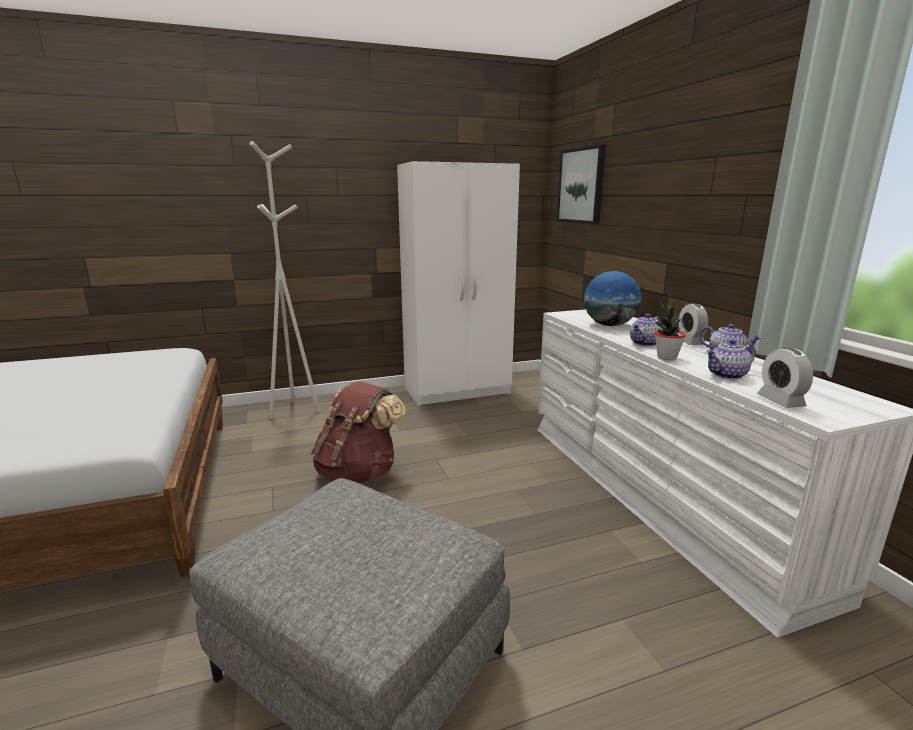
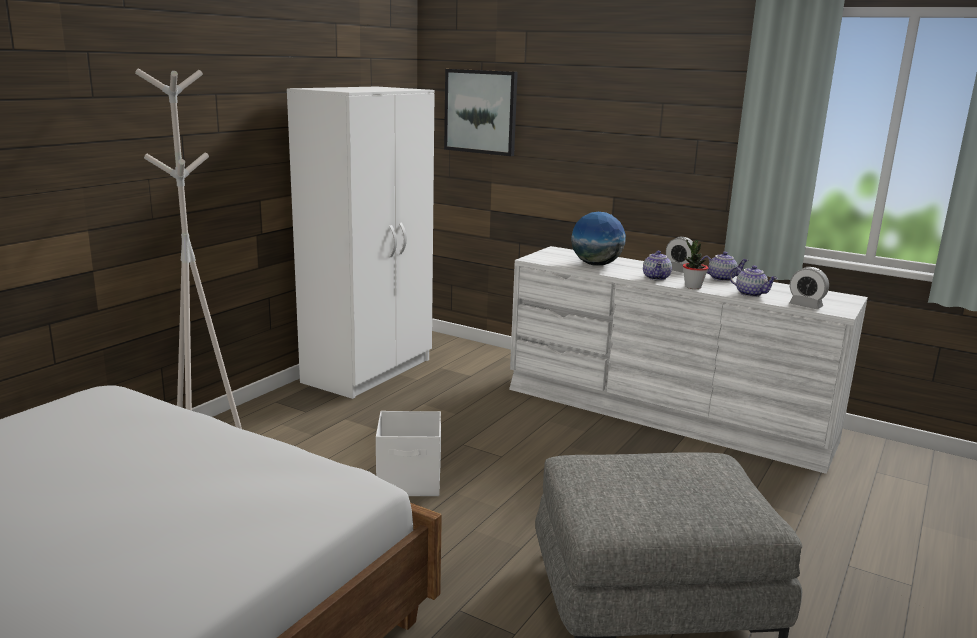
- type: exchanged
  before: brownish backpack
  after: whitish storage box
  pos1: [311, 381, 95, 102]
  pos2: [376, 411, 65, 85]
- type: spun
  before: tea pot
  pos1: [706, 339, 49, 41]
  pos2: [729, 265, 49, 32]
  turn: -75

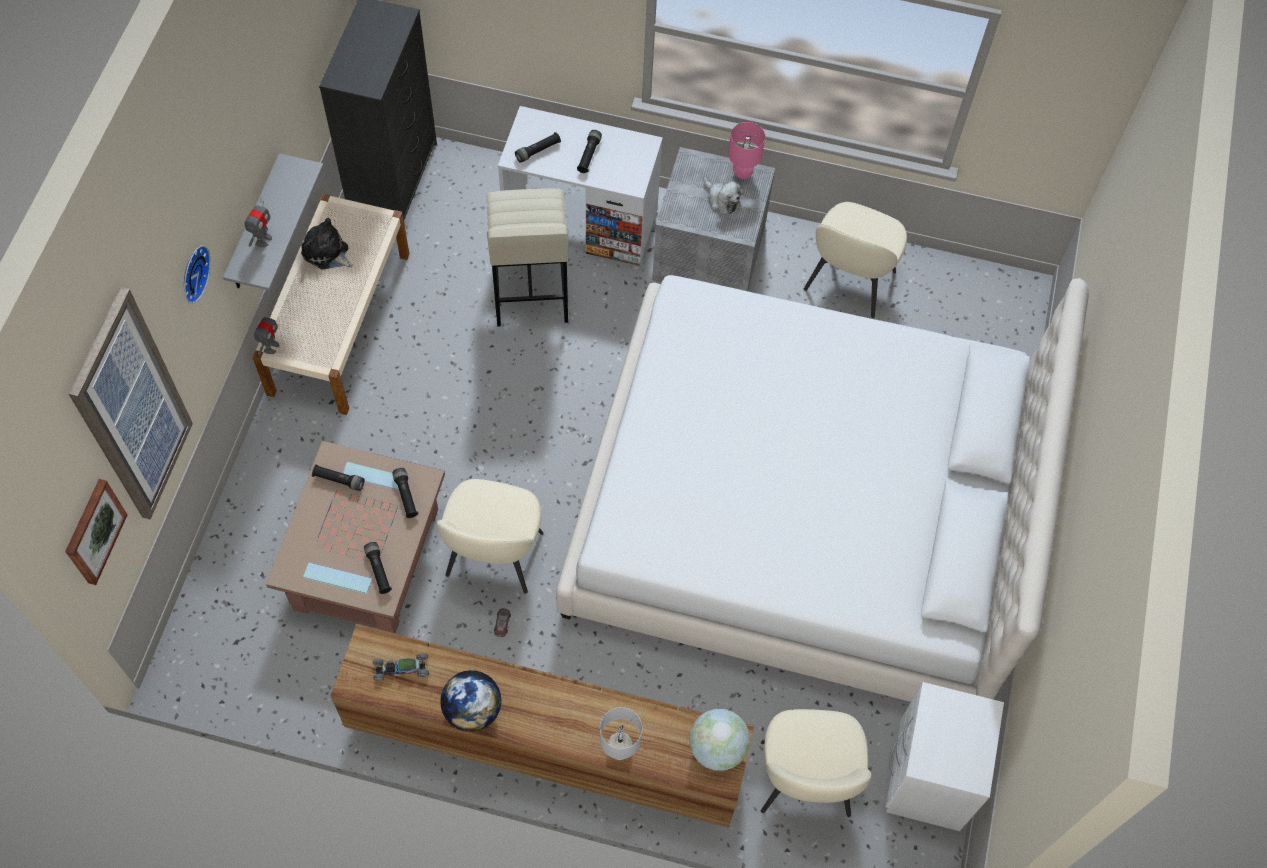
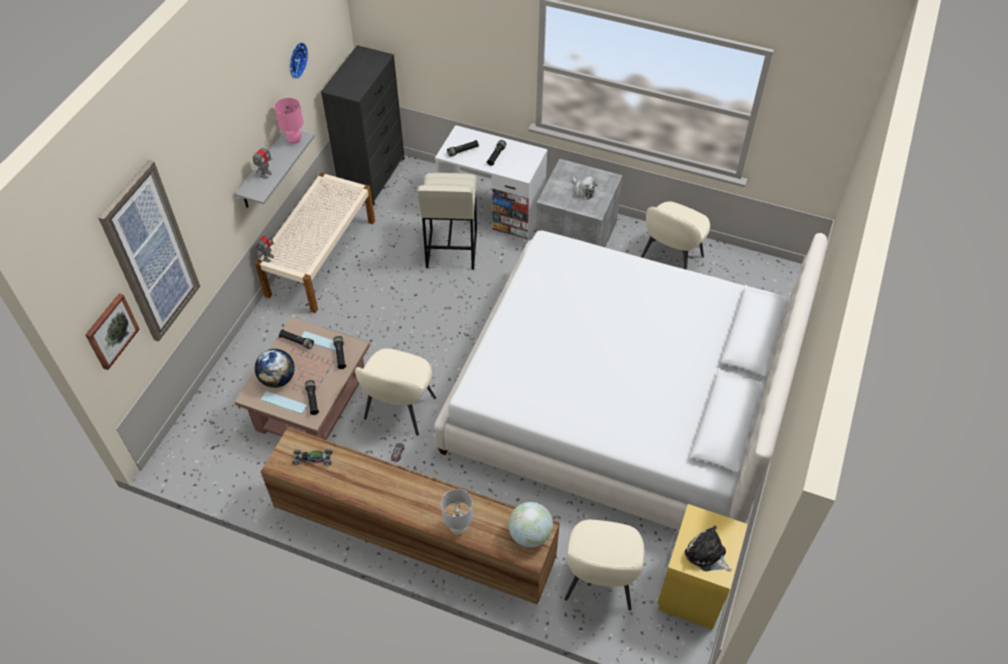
- type: relocated
  before: hanging clock
  pos1: [184, 245, 27, 59]
  pos2: [289, 42, 19, 37]
- type: relocated
  before: cuddly toy
  pos1: [301, 218, 52, 52]
  pos2: [685, 526, 47, 45]
- type: relocated
  before: globe
  pos1: [440, 670, 62, 62]
  pos2: [255, 349, 40, 39]
- type: relocated
  before: pinkish lamp for a table
  pos1: [728, 122, 37, 57]
  pos2: [274, 98, 30, 46]
- type: colour
  before: whitish nightstand
  after: yellow nightstand
  pos1: [885, 682, 119, 149]
  pos2: [657, 504, 91, 126]

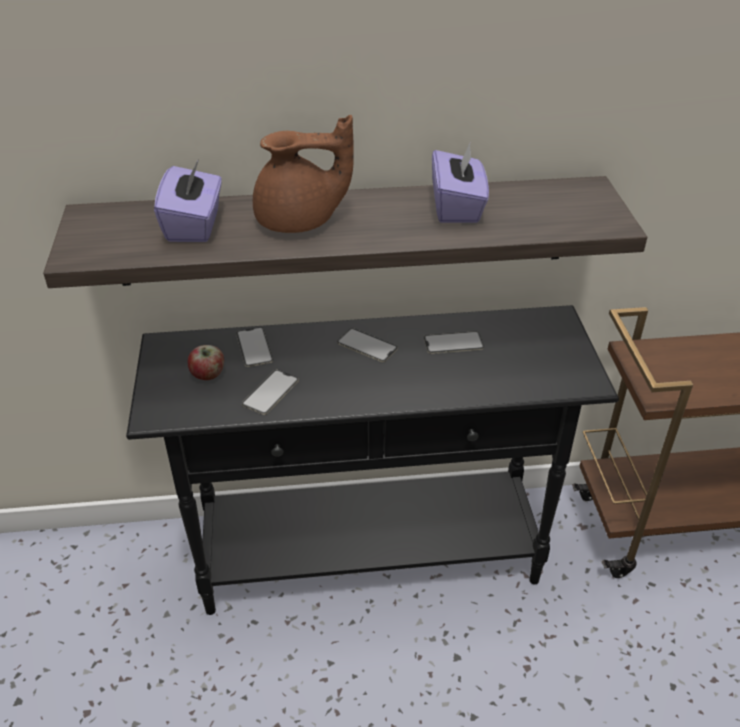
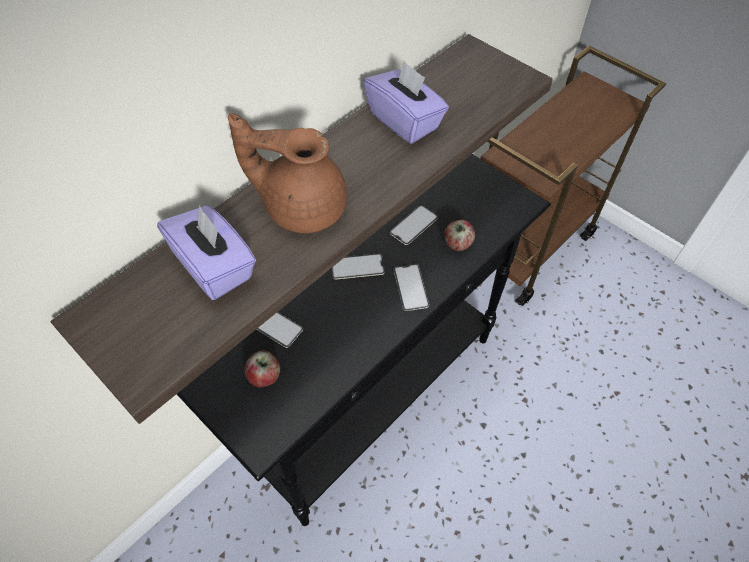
- type: relocated
  before: telephone
  pos1: [242, 370, 57, 45]
  pos2: [394, 264, 36, 47]
- type: spun
  before: brownish tea pot
  pos1: [253, 115, 101, 118]
  pos2: [228, 113, 119, 120]
  turn: -120
- type: appeared
  after: apple
  pos2: [444, 220, 31, 31]

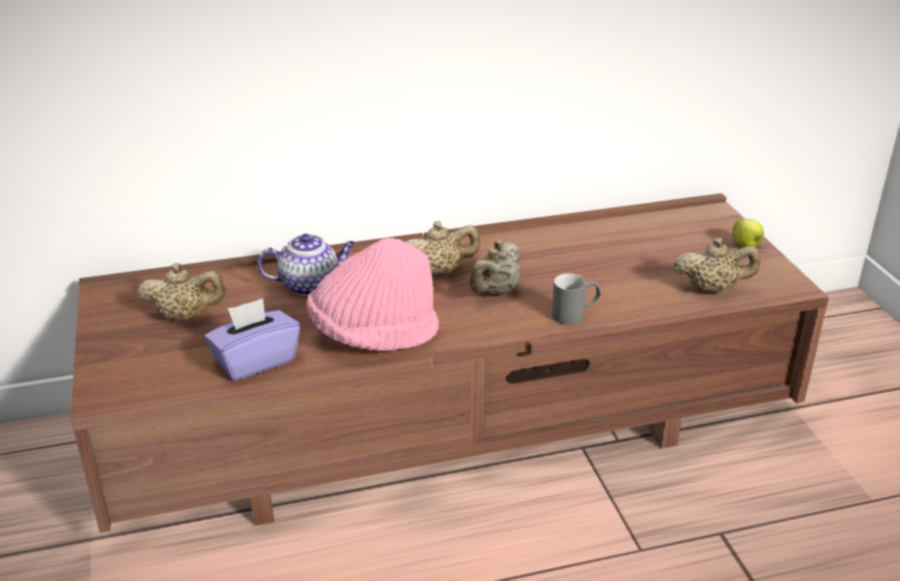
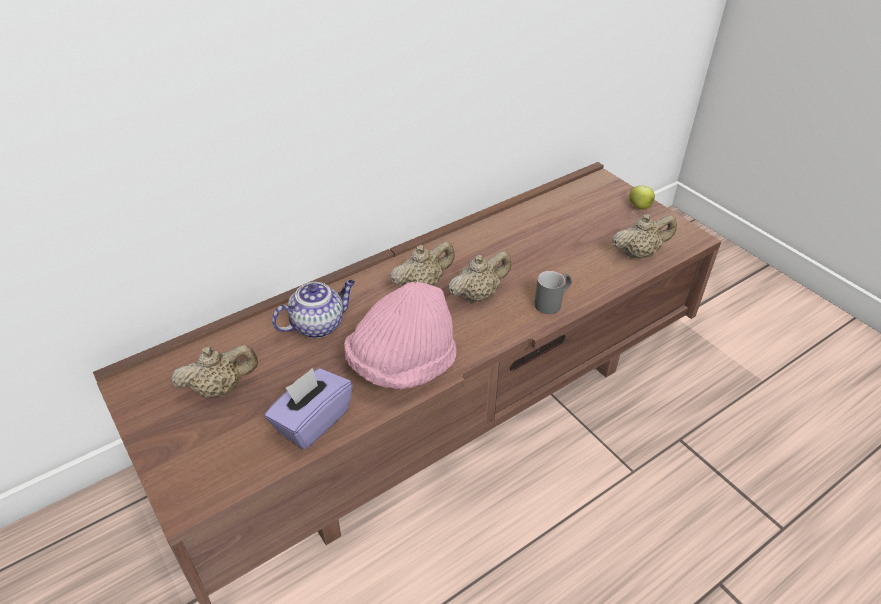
- type: spun
  before: beige-coloured tea pot
  pos1: [470, 240, 50, 56]
  pos2: [448, 251, 63, 52]
  turn: -135

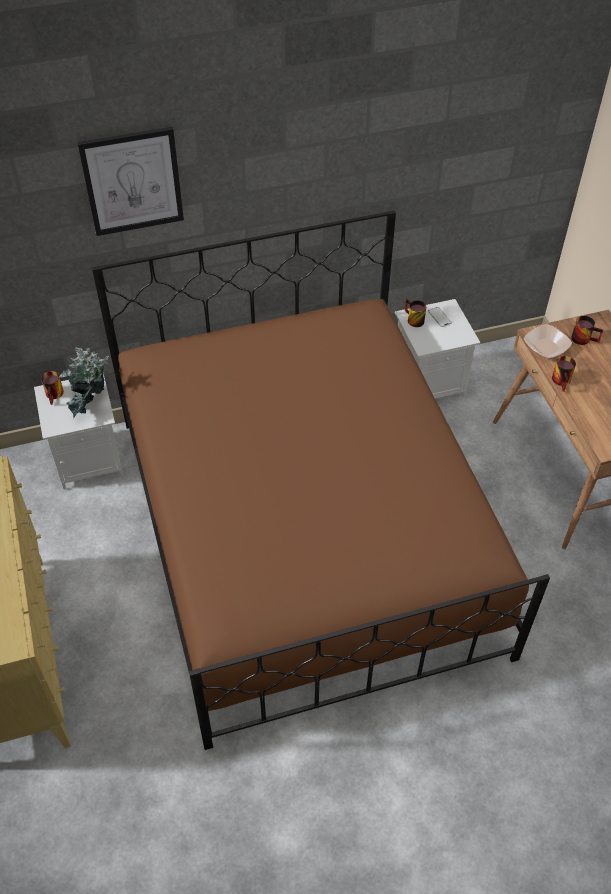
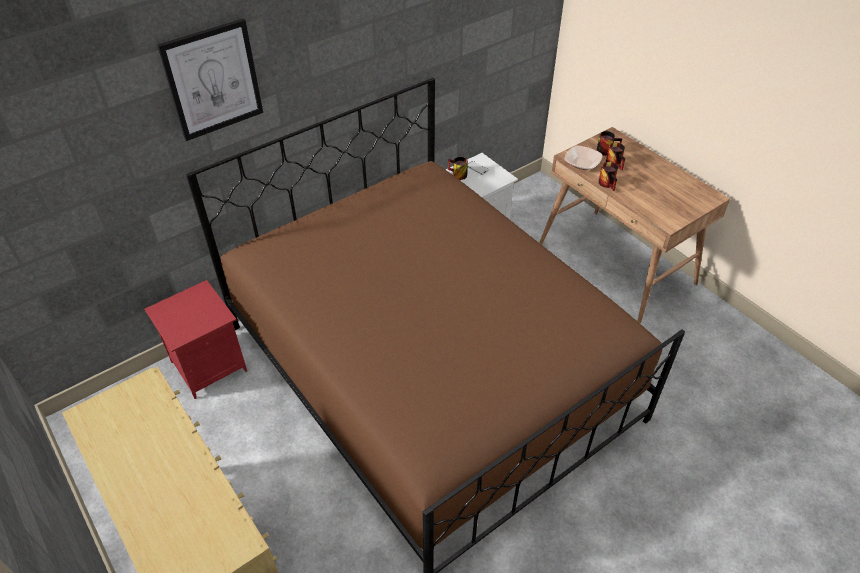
- type: colour
  before: gray nightstand
  after: reddish nightstand
  pos1: [34, 373, 89, 116]
  pos2: [144, 280, 103, 119]
- type: relocated
  before: mug
  pos1: [41, 371, 23, 34]
  pos2: [606, 143, 19, 27]
- type: missing
  before: houseplant
  pos1: [59, 348, 50, 69]

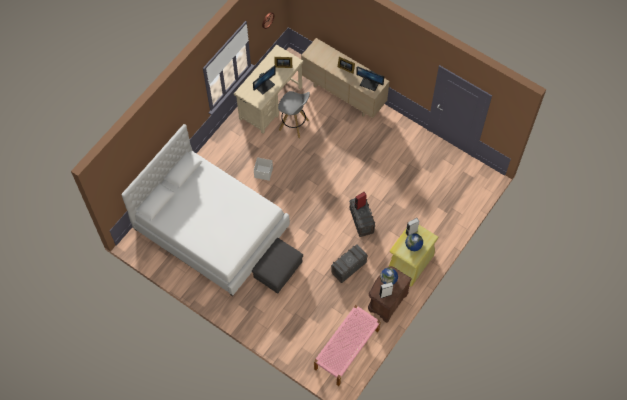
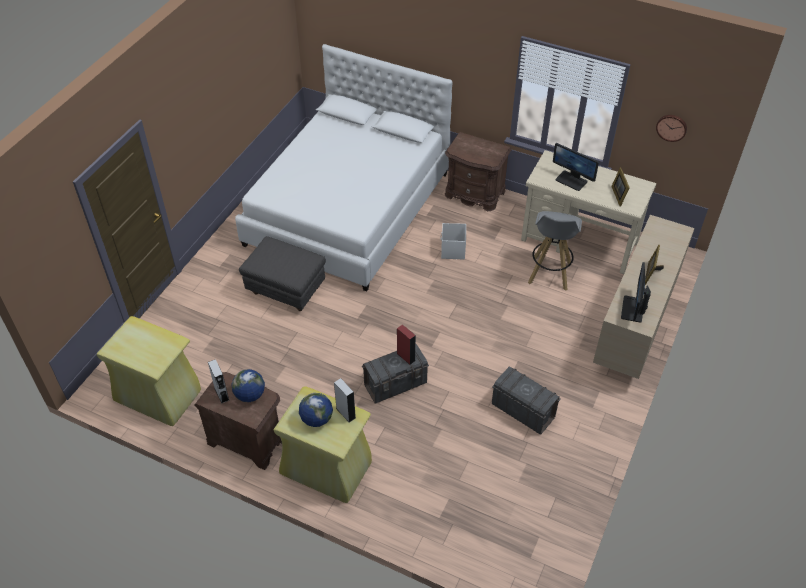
- type: exchanged
  before: pinkish indoor bench
  after: yellow nightstand
  pos1: [314, 305, 67, 81]
  pos2: [97, 316, 104, 110]
- type: relocated
  before: gray storage box
  pos1: [331, 244, 37, 39]
  pos2: [492, 367, 69, 68]
- type: appeared
  after: brownish nightstand
  pos2: [445, 132, 66, 79]

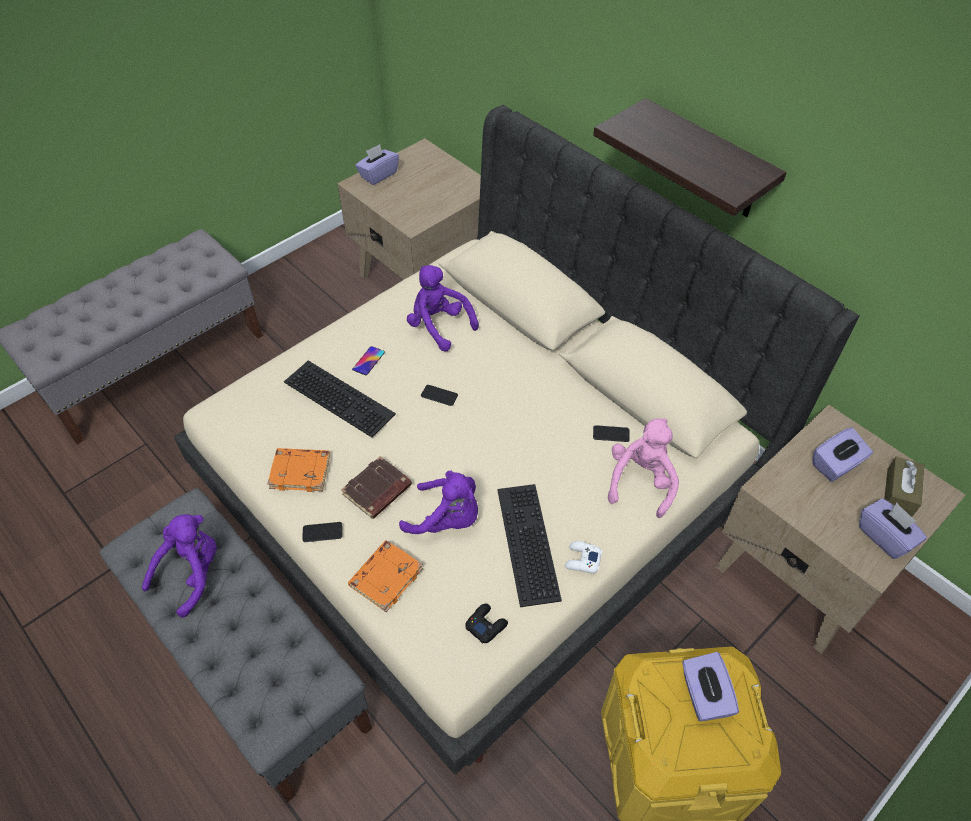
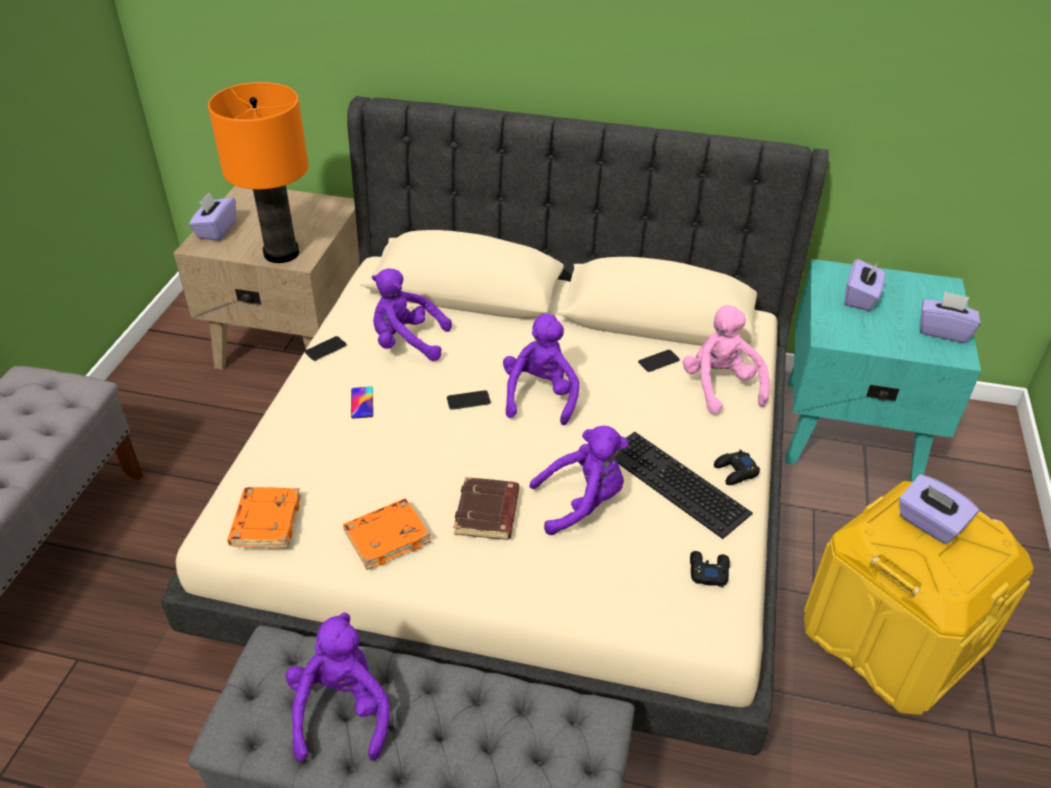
- type: missing
  before: PC keyboard
  pos1: [284, 361, 112, 76]
- type: relocated
  before: telephone
  pos1: [303, 522, 40, 20]
  pos2: [305, 336, 42, 25]
- type: relocated
  before: orange volume
  pos1: [348, 540, 75, 72]
  pos2: [227, 487, 74, 61]
- type: colour
  before: whitish joypad
  after: blackish joypad
  pos1: [565, 541, 37, 32]
  pos2: [714, 450, 46, 35]
- type: missing
  before: bracket shelf
  pos1: [593, 98, 194, 119]
- type: colour
  before: beige-coloured nightstand
  after: blue-green nightstand
  pos1: [716, 404, 250, 250]
  pos2: [785, 259, 196, 222]
- type: missing
  before: brownish tissue box
  pos1: [884, 456, 40, 61]
- type: appeared
  after: orange lamp for a table
  pos2: [208, 82, 101, 181]
- type: appeared
  after: purplish cuddly toy
  pos2: [503, 314, 76, 111]

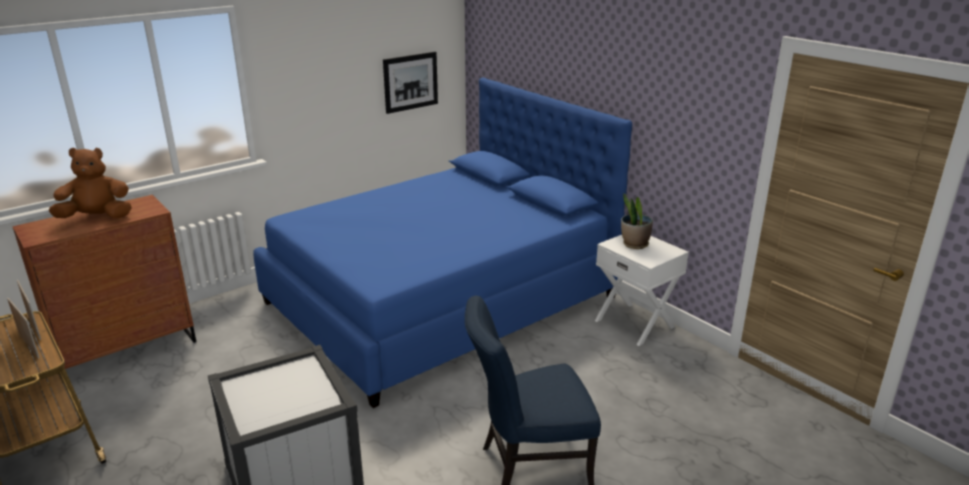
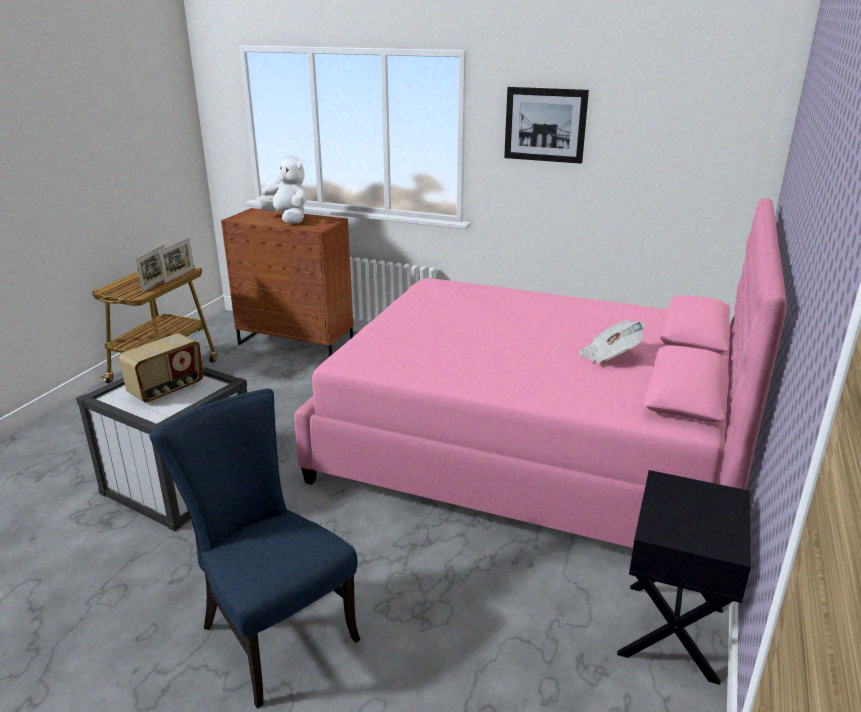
- type: colour
  before: brownish cuddly toy
  after: whitish cuddly toy
  pos1: [49, 148, 83, 70]
  pos2: [257, 156, 50, 67]
- type: colour
  before: bluish bed
  after: pinkish bed
  pos1: [253, 77, 379, 331]
  pos2: [294, 198, 493, 350]
- type: relocated
  before: wall art
  pos1: [383, 52, 55, 62]
  pos2: [504, 87, 85, 77]
- type: colour
  before: whitish nightstand
  after: blackish nightstand
  pos1: [595, 235, 94, 111]
  pos2: [617, 470, 134, 215]
- type: missing
  before: houseplant
  pos1: [621, 194, 32, 55]
- type: appeared
  after: radio set
  pos2: [119, 333, 85, 70]
- type: appeared
  after: printed paper
  pos2: [578, 320, 68, 44]

